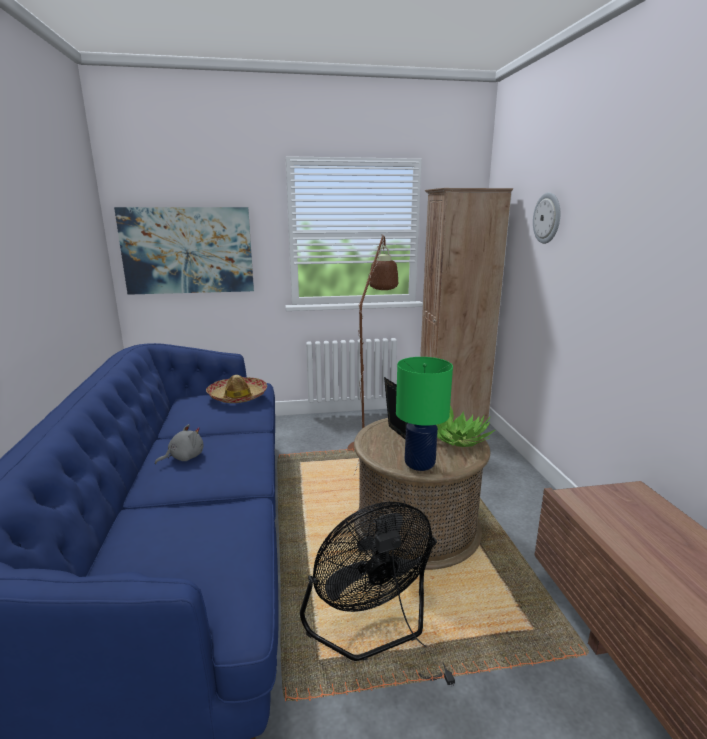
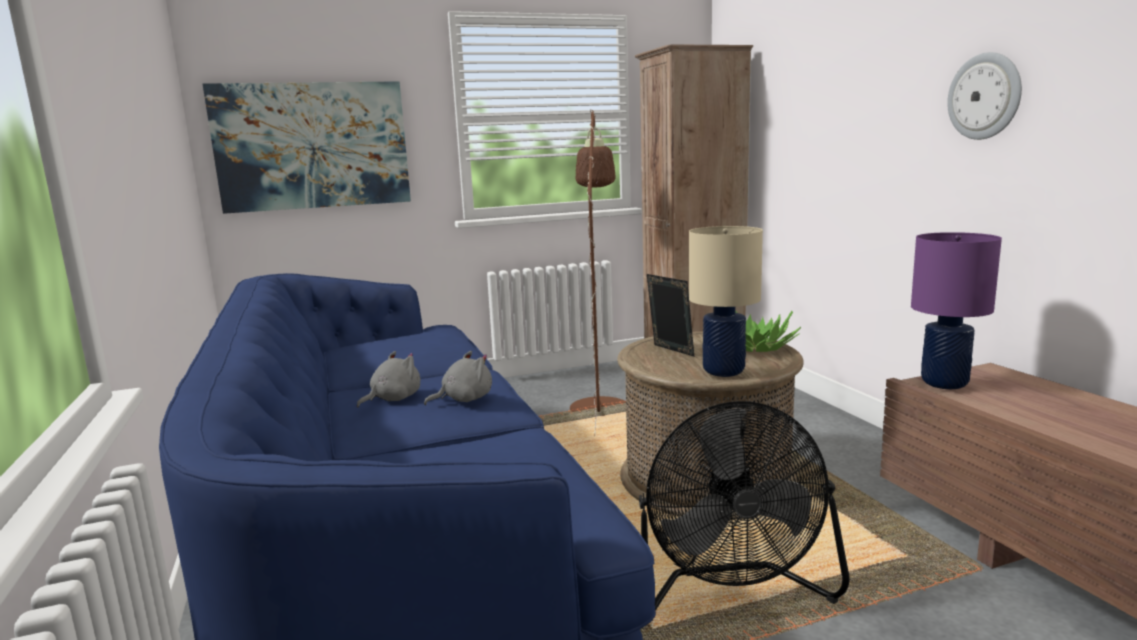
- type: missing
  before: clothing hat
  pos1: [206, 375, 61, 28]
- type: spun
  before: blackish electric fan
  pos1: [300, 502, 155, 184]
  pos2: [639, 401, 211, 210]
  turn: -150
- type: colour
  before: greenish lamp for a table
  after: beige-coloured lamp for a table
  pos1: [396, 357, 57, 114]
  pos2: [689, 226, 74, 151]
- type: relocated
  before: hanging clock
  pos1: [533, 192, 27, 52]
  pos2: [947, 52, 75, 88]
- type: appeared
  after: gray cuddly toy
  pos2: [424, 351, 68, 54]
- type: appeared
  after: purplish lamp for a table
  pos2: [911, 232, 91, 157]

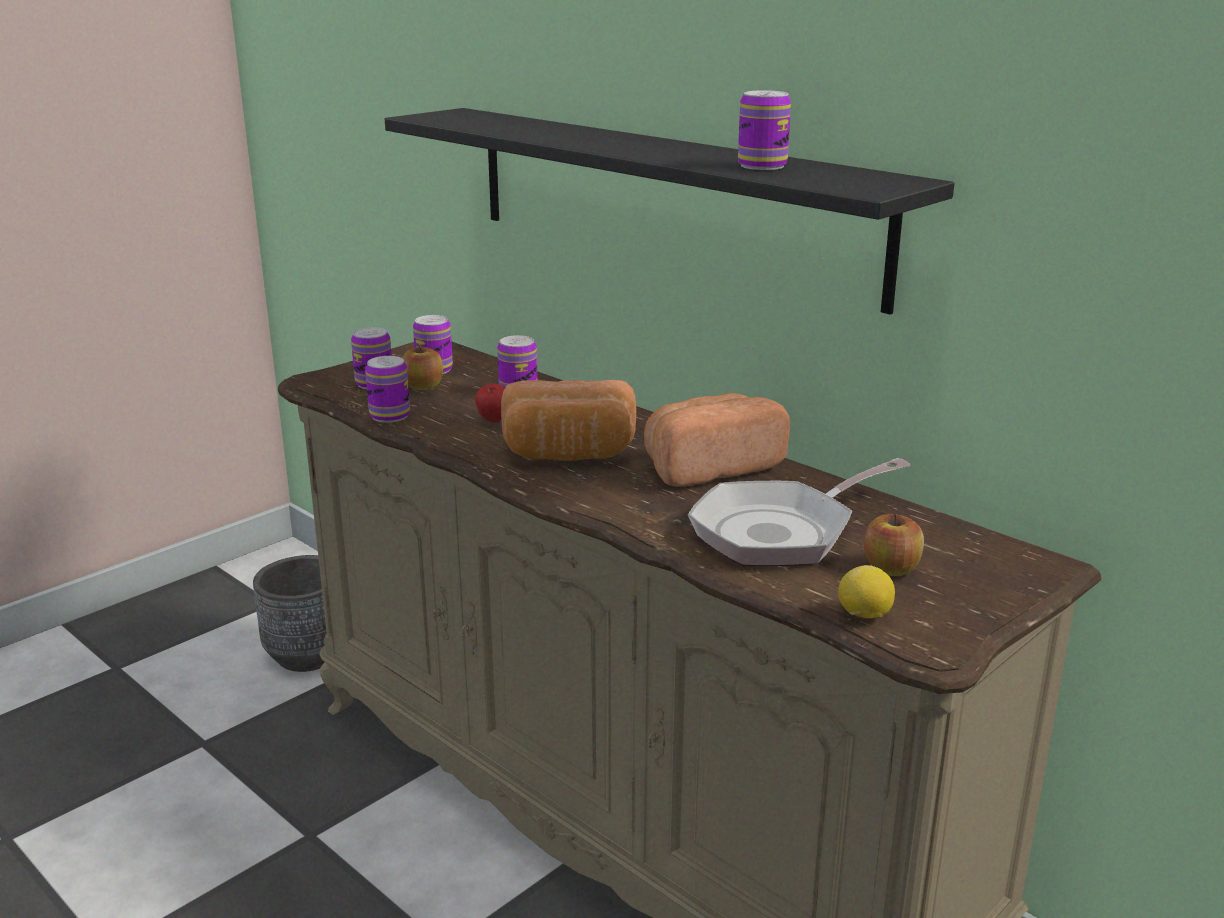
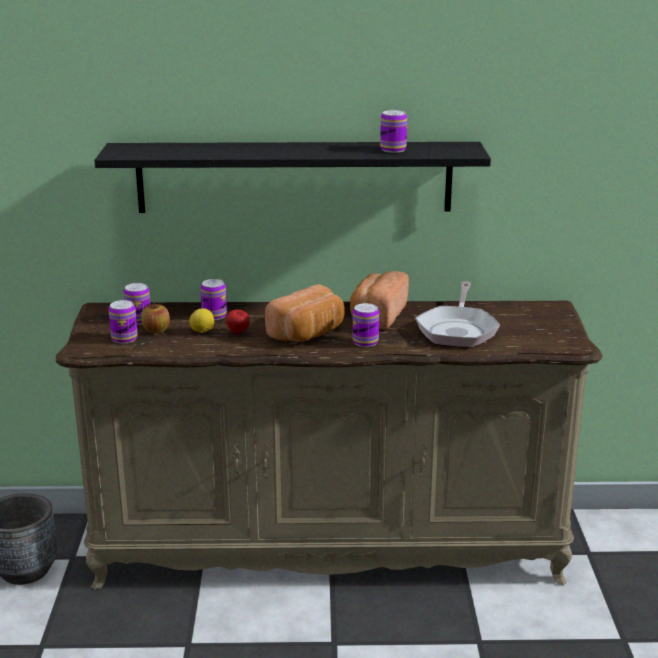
- type: relocated
  before: can
  pos1: [365, 356, 45, 67]
  pos2: [352, 303, 27, 44]
- type: relocated
  before: lemon
  pos1: [838, 565, 57, 53]
  pos2: [189, 308, 25, 25]
- type: missing
  before: apple
  pos1: [864, 513, 60, 63]

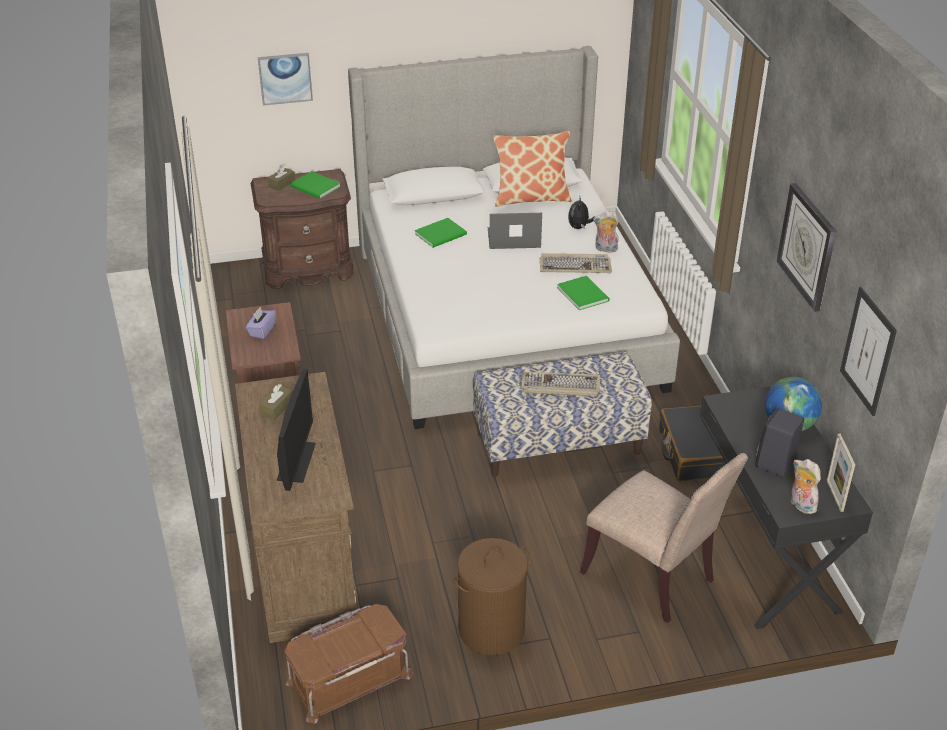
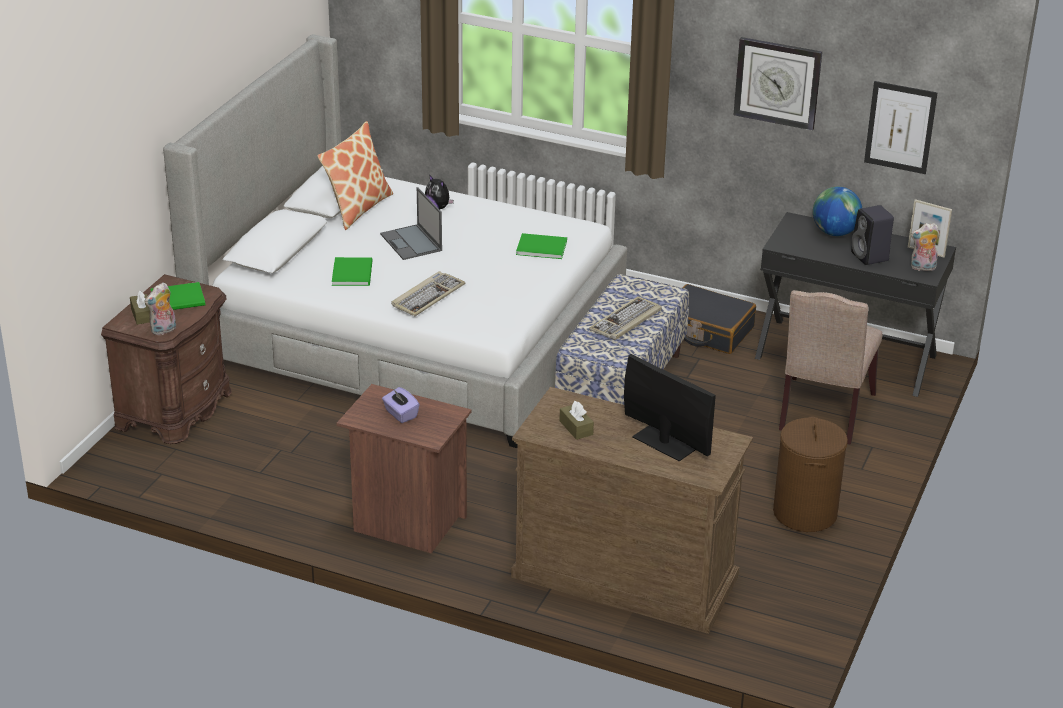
- type: missing
  before: wall art
  pos1: [258, 53, 55, 53]
- type: missing
  before: brownish storage box
  pos1: [284, 604, 129, 120]
- type: spun
  before: portable computer
  pos1: [488, 213, 54, 36]
  pos2: [380, 187, 62, 73]
  turn: -60
- type: relocated
  before: PC keyboard
  pos1: [540, 254, 72, 19]
  pos2: [391, 271, 74, 45]
- type: spun
  before: beige-coloured plain chair
  pos1: [580, 453, 168, 170]
  pos2: [779, 290, 104, 155]
  turn: 120
- type: relocated
  before: cuddly toy
  pos1: [593, 211, 26, 42]
  pos2: [145, 282, 31, 53]

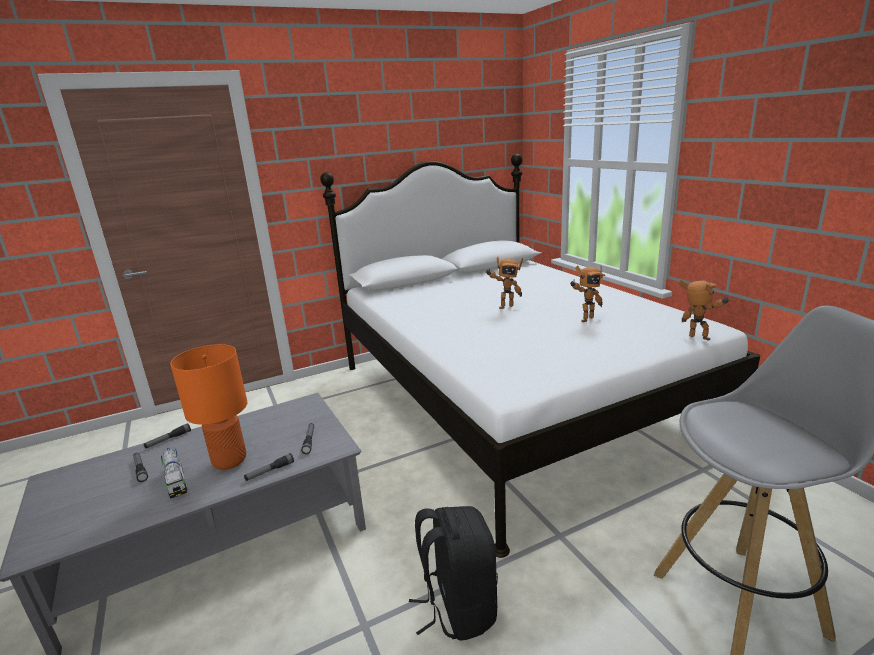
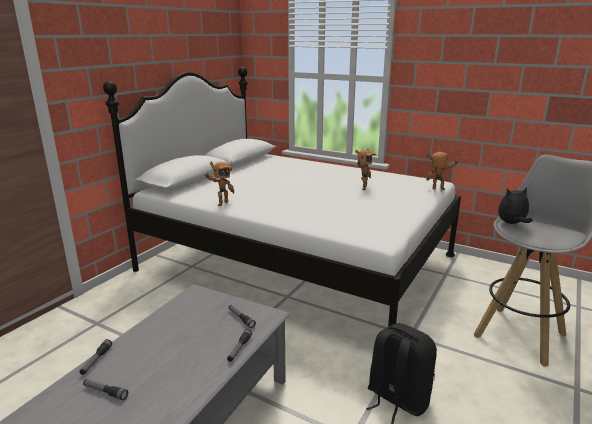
- type: missing
  before: model truck
  pos1: [161, 448, 26, 51]
- type: missing
  before: orange lamp for a table
  pos1: [170, 344, 77, 126]
- type: relocated
  before: robot figure
  pos1: [486, 257, 37, 52]
  pos2: [205, 161, 29, 45]
- type: appeared
  after: cuddly toy
  pos2: [498, 187, 34, 37]

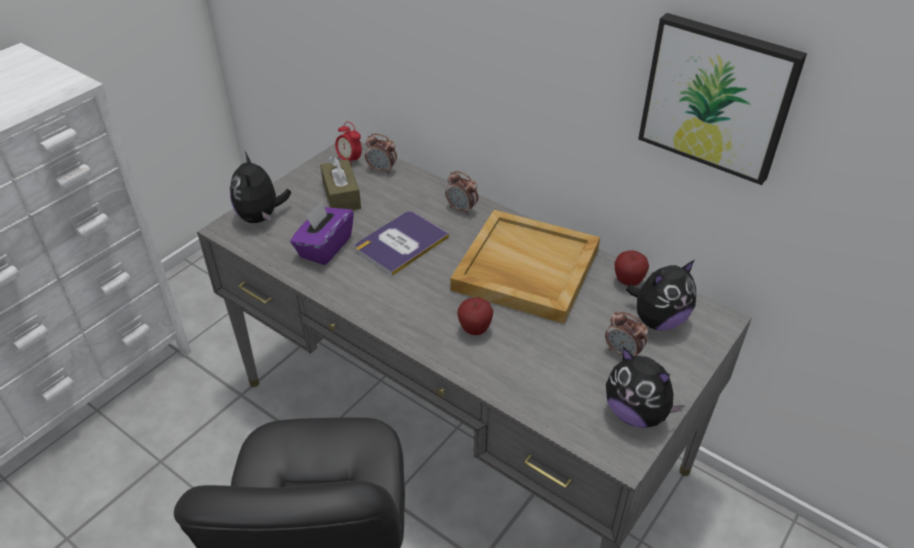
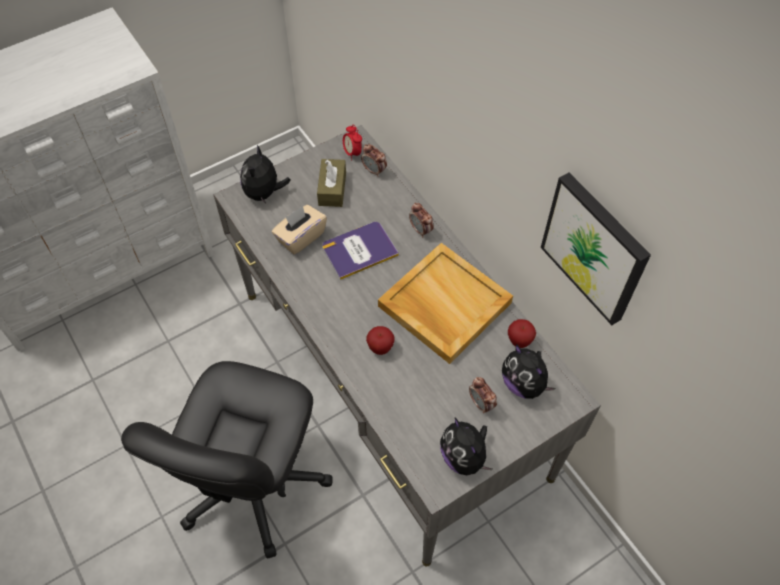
- type: colour
  before: purplish tissue box
  after: beige-coloured tissue box
  pos1: [290, 202, 64, 63]
  pos2: [272, 205, 55, 50]
- type: spun
  before: cuddly toy
  pos1: [626, 260, 70, 70]
  pos2: [502, 344, 54, 55]
  turn: 60

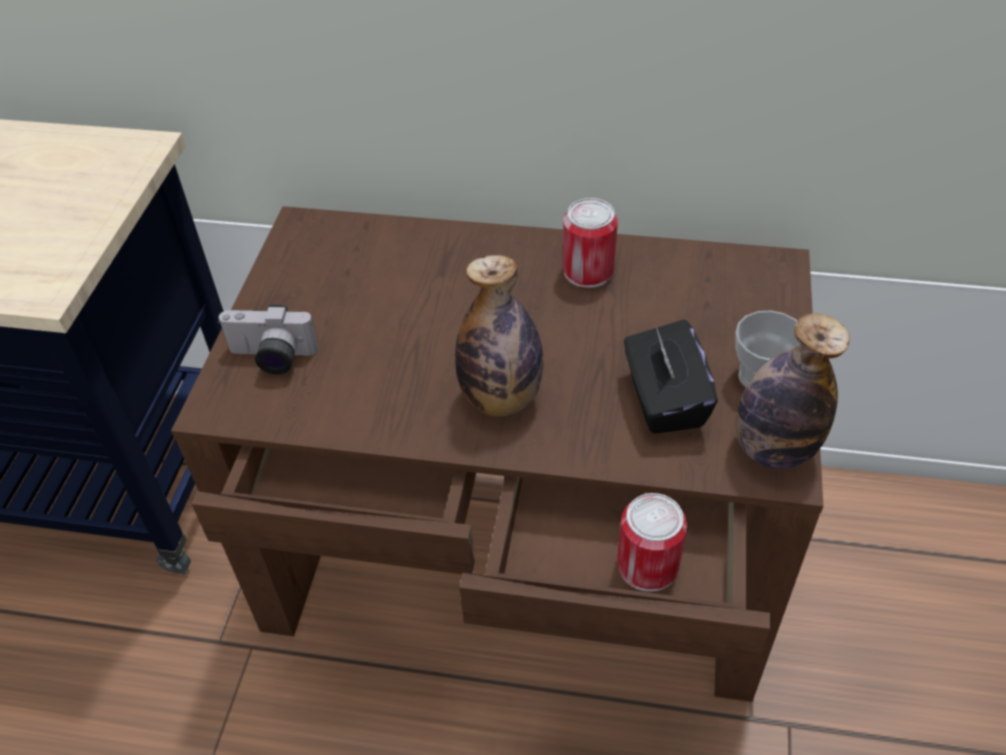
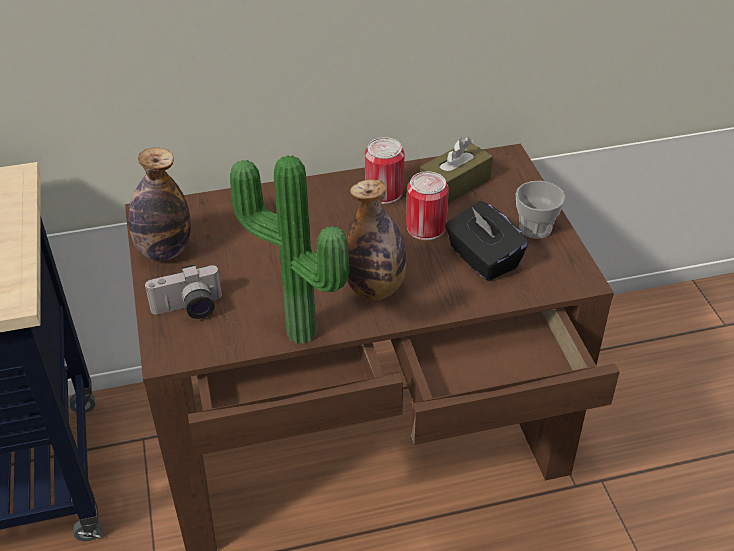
- type: relocated
  before: can
  pos1: [617, 493, 70, 99]
  pos2: [406, 171, 43, 69]
- type: relocated
  before: bottle
  pos1: [736, 314, 114, 155]
  pos2: [128, 148, 63, 112]
- type: appeared
  after: houseplant
  pos2: [230, 155, 119, 189]
- type: appeared
  after: brownish tissue box
  pos2: [420, 137, 73, 66]

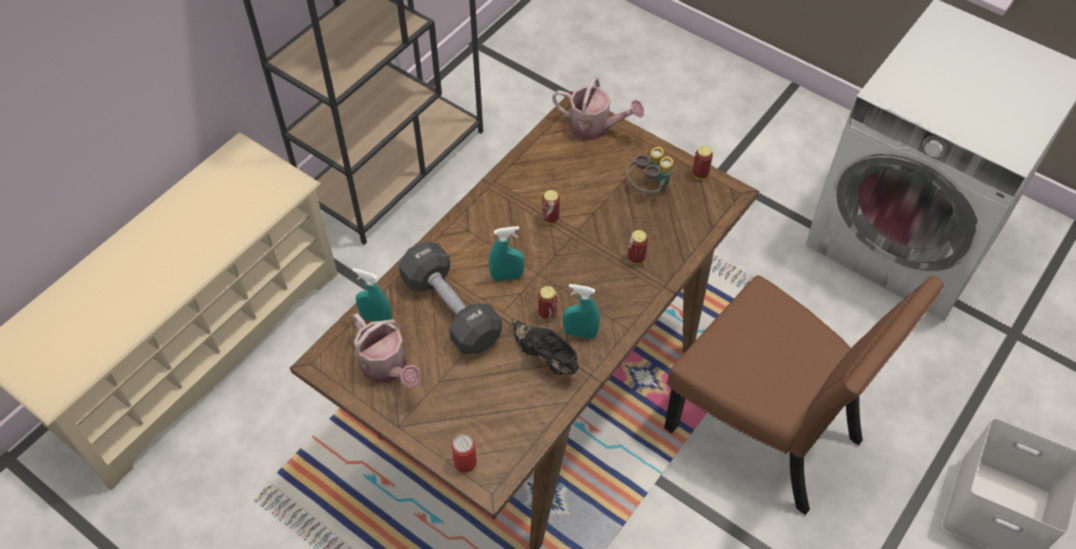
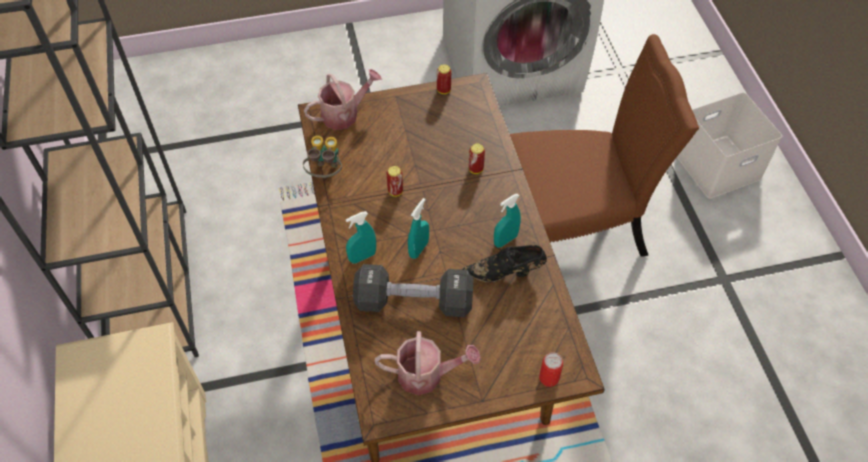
- type: relocated
  before: blue-green hand sprayer
  pos1: [352, 268, 40, 54]
  pos2: [346, 211, 30, 53]
- type: missing
  before: can
  pos1: [538, 286, 19, 35]
- type: relocated
  before: field glasses
  pos1: [627, 147, 46, 47]
  pos2: [303, 135, 39, 43]

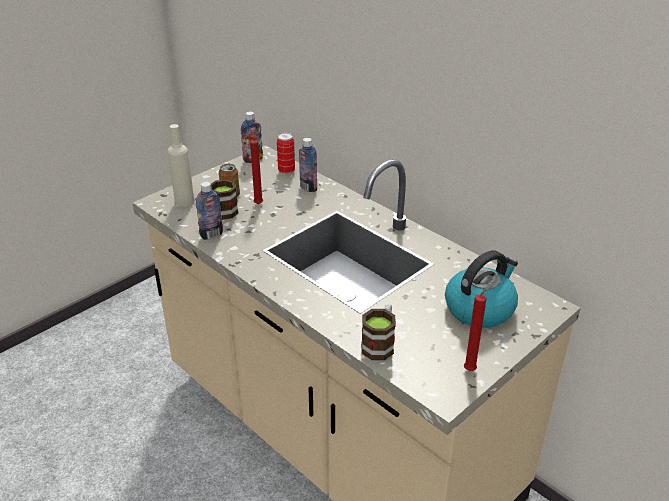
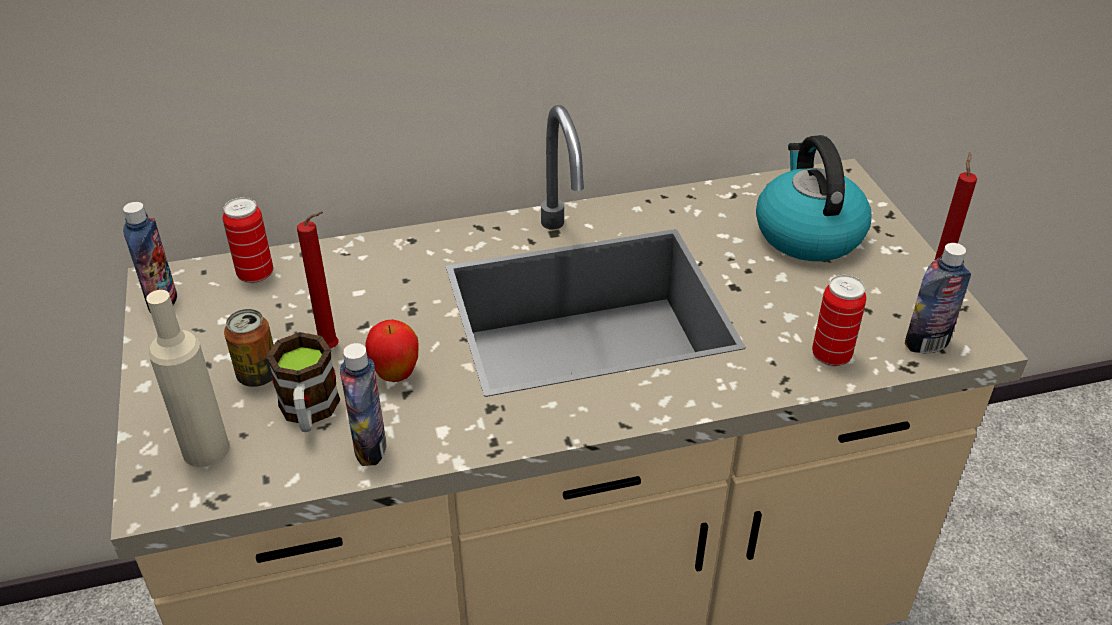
- type: relocated
  before: bottle
  pos1: [299, 138, 18, 54]
  pos2: [905, 243, 66, 110]
- type: exchanged
  before: mug
  after: can
  pos1: [361, 304, 35, 56]
  pos2: [812, 275, 54, 91]
- type: appeared
  after: apple
  pos2: [365, 319, 54, 63]

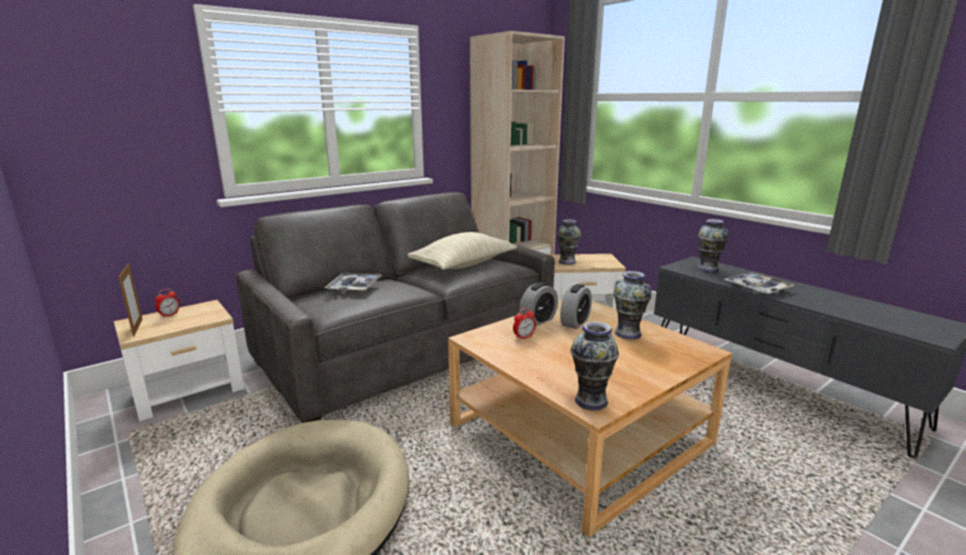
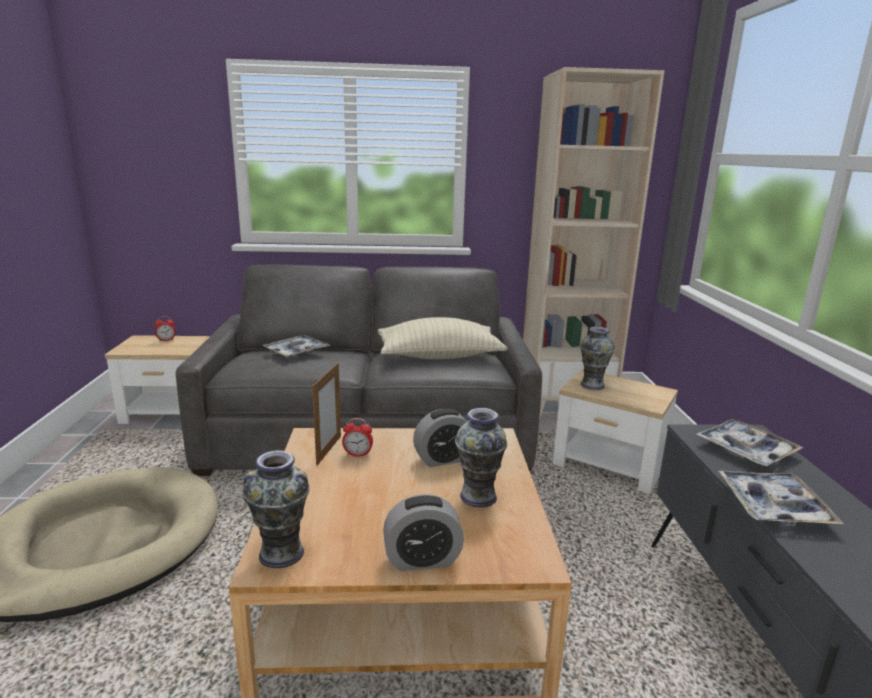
- type: relocated
  before: standing frame
  pos1: [118, 263, 24, 74]
  pos2: [312, 363, 29, 103]
- type: relocated
  before: alarm clock
  pos1: [519, 282, 39, 44]
  pos2: [383, 494, 81, 77]
- type: exchanged
  before: decorative vase
  after: tray
  pos1: [697, 219, 32, 53]
  pos2: [696, 419, 108, 47]

